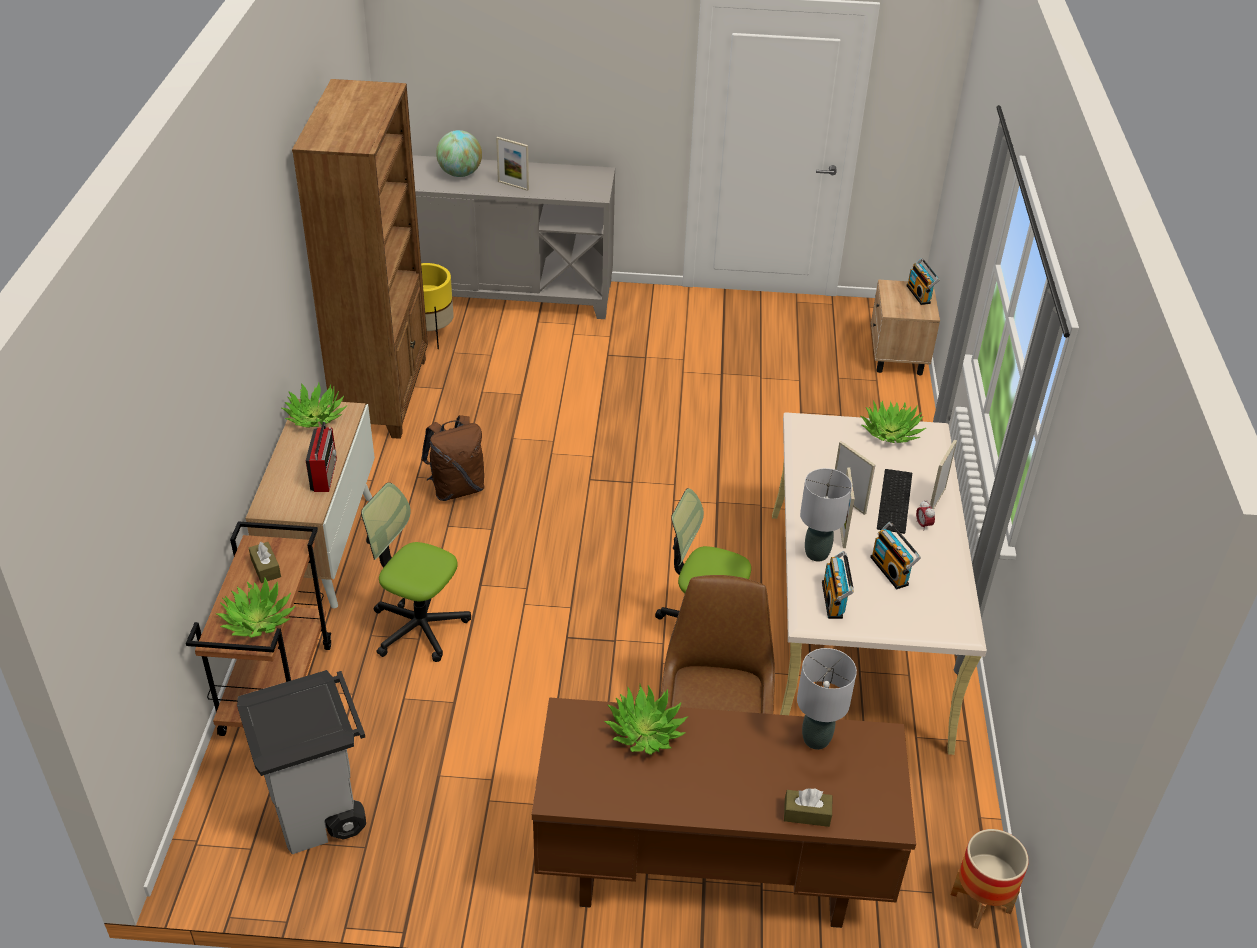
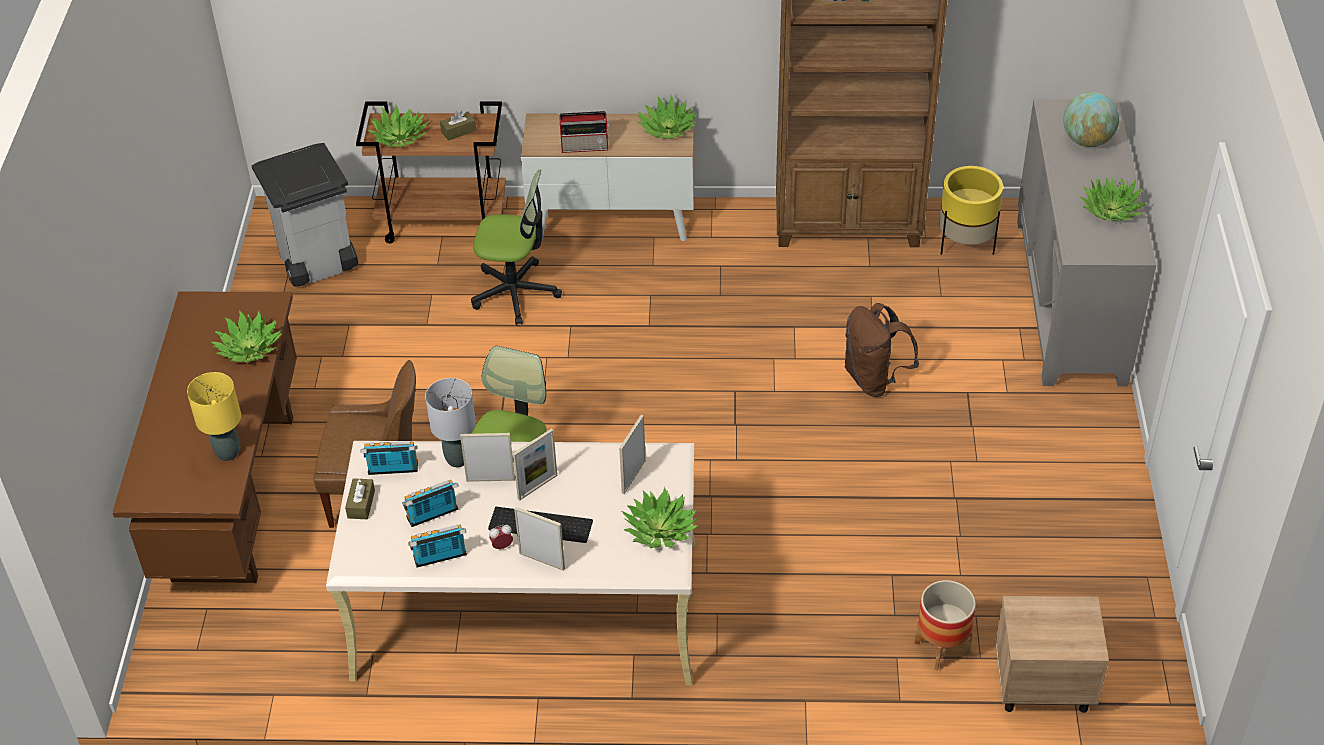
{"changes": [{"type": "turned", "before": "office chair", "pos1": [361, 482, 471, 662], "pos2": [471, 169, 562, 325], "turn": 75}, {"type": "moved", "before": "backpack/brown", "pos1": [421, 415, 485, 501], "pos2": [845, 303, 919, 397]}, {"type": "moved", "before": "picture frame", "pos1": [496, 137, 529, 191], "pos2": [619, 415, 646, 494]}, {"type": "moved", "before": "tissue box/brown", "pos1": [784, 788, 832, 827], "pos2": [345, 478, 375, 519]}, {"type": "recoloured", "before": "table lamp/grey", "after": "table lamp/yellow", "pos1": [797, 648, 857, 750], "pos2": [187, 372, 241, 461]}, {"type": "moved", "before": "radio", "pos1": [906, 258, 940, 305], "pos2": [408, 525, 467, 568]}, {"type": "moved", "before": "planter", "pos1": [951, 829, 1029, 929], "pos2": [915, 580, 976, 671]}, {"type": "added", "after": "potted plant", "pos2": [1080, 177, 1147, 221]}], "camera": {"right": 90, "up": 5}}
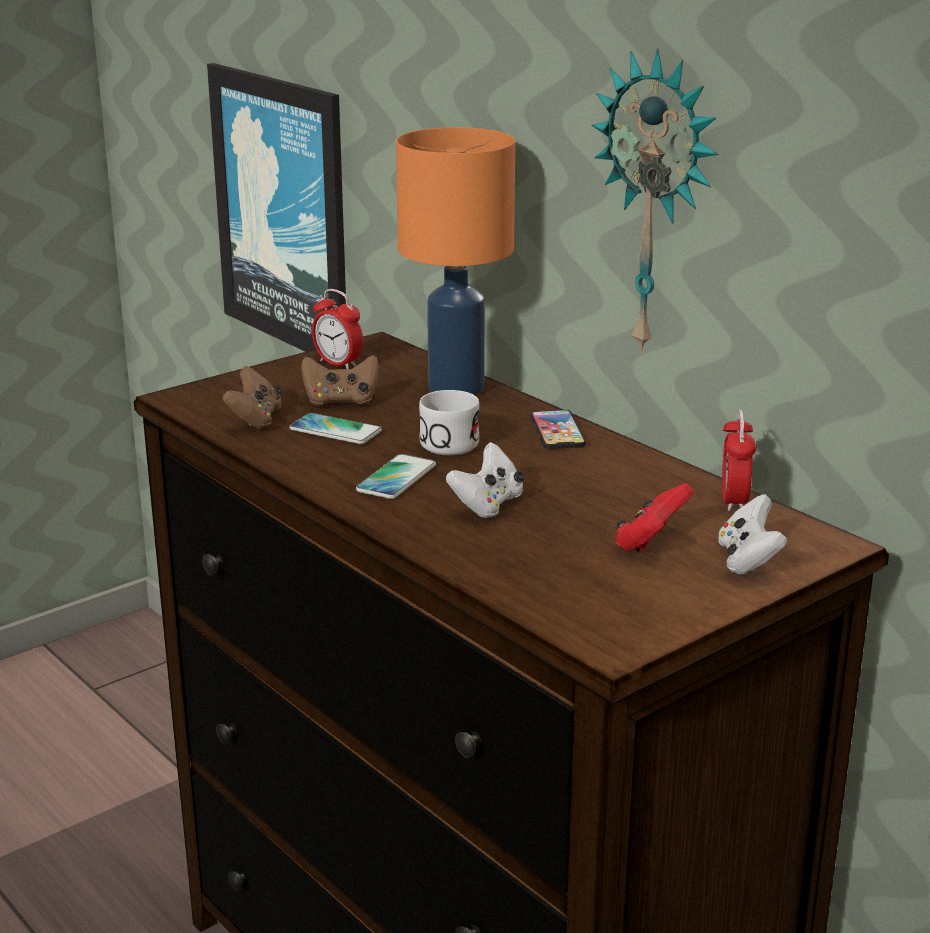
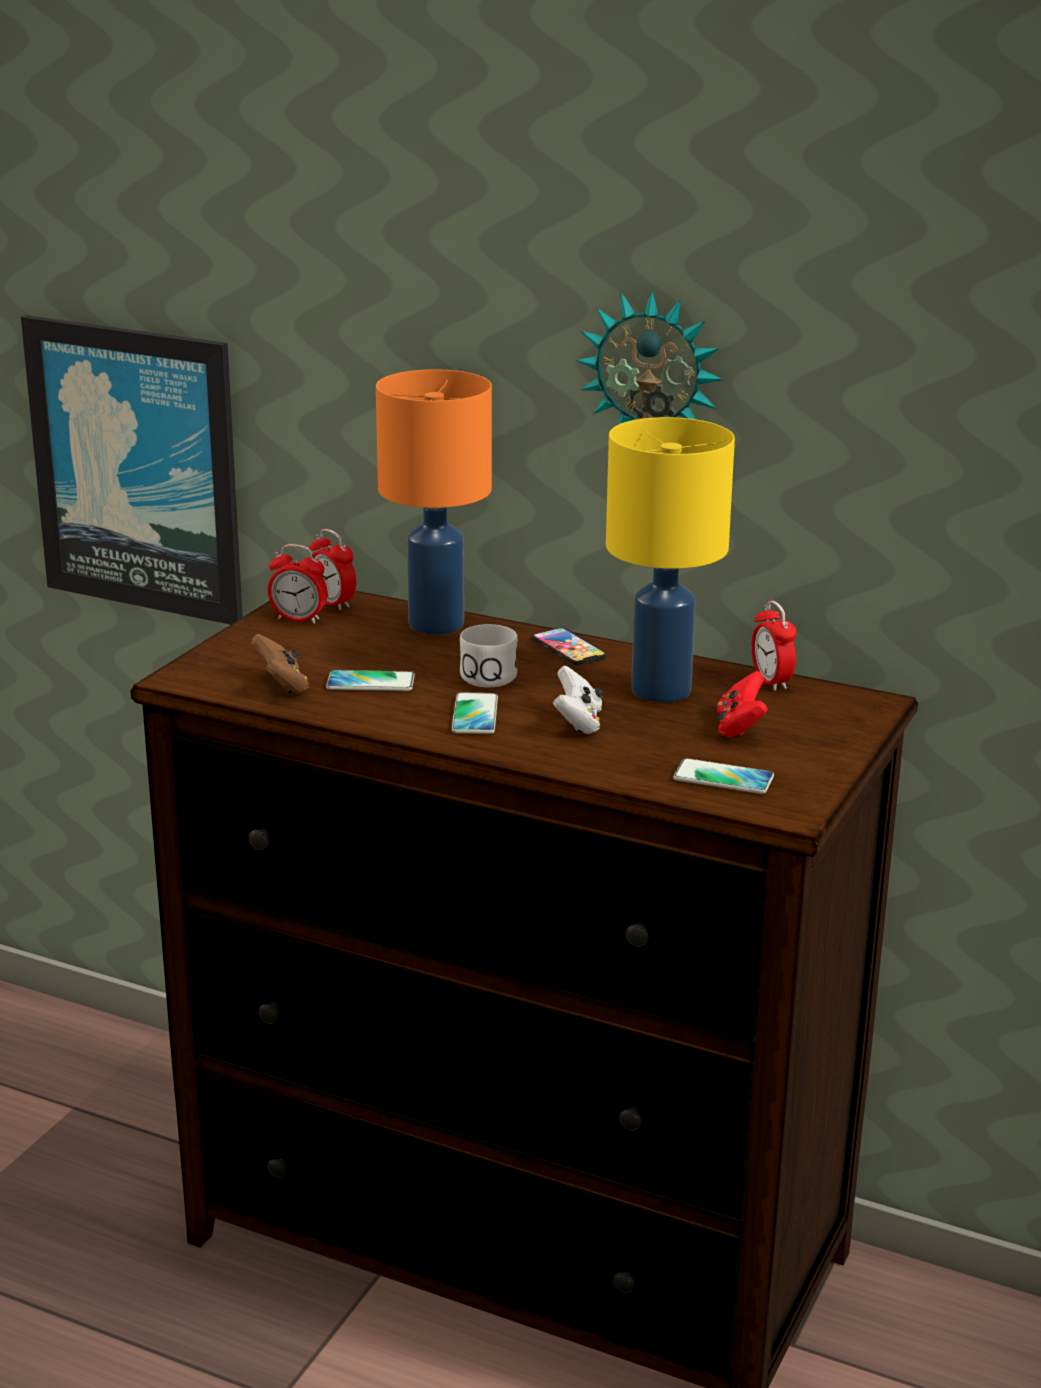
{"changes": [{"type": "removed", "before": "game controller/brown", "pos1": [301, 355, 379, 406]}, {"type": "removed", "before": "game controller/white", "pos1": [719, 494, 787, 574]}, {"type": "added", "after": "alarm clock", "pos2": [309, 529, 356, 610]}, {"type": "added", "after": "table lamp/yellow", "pos2": [606, 417, 735, 702]}, {"type": "added", "after": "phone", "pos2": [673, 758, 774, 794]}], "camera": {"right": -25, "up": 0}}
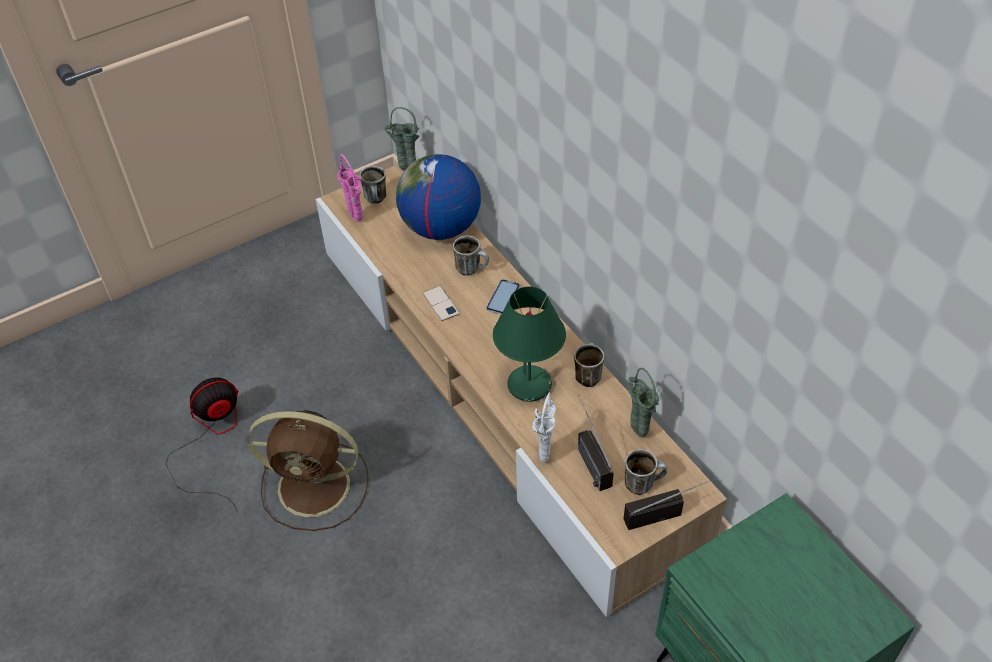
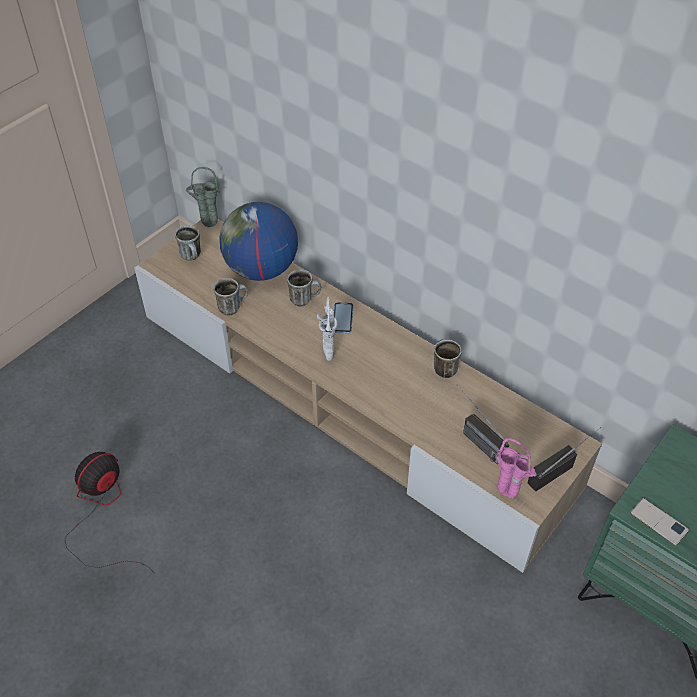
{"changes": [{"type": "removed", "before": "fan/brown", "pos1": [247, 410, 369, 531]}, {"type": "moved", "before": "vase/pink", "pos1": [337, 154, 363, 222], "pos2": [496, 438, 537, 498]}, {"type": "moved", "before": "phone", "pos1": [423, 286, 460, 321], "pos2": [630, 498, 689, 546]}, {"type": "removed", "before": "table lamp/green", "pos1": [493, 286, 566, 402]}, {"type": "moved", "before": "vase/white", "pos1": [532, 393, 556, 463], "pos2": [317, 297, 338, 361]}, {"type": "moved", "before": "mug", "pos1": [625, 449, 667, 495], "pos2": [214, 278, 248, 315]}, {"type": "removed", "before": "vase/green", "pos1": [629, 367, 659, 437]}], "camera": {"right": -20, "up": 0}}
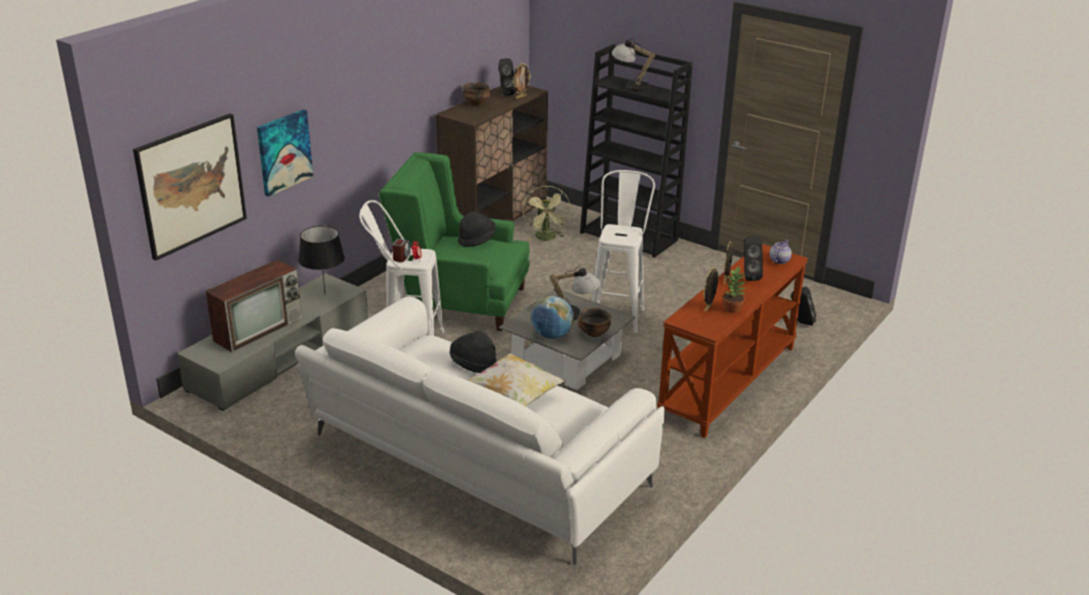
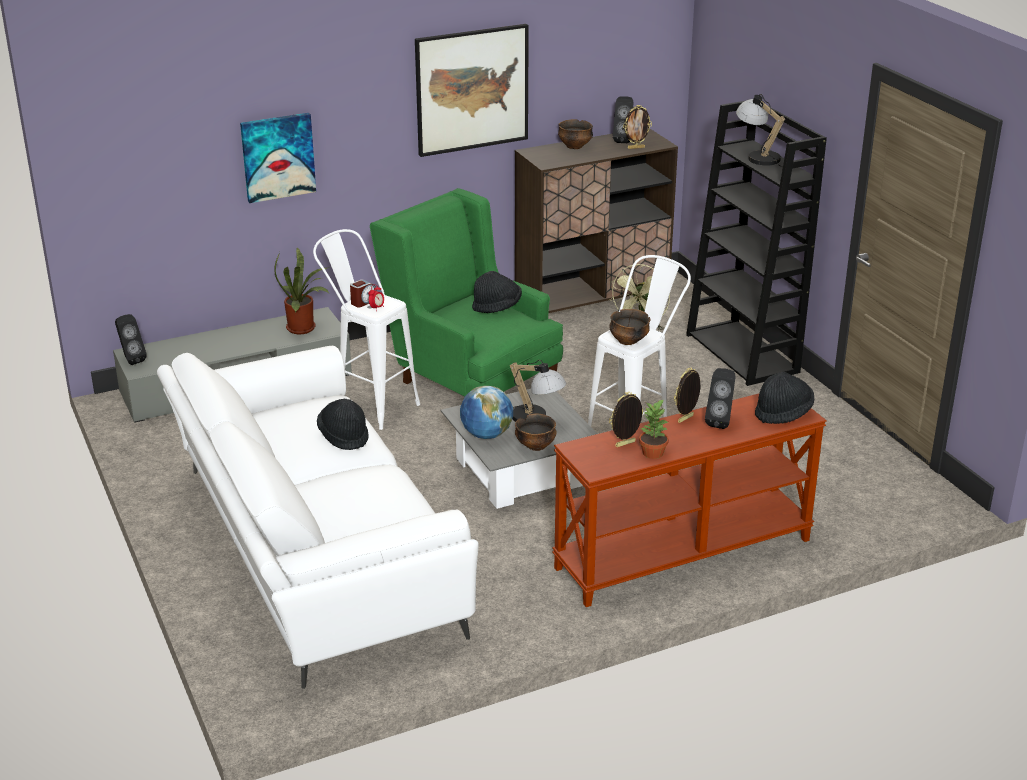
{"changes": [{"type": "moved", "before": "picture", "pos1": [133, 113, 247, 261], "pos2": [415, 24, 529, 157]}, {"type": "removed", "before": "television", "pos1": [205, 259, 302, 352]}, {"type": "replaced", "before": "table lamp/black", "after": "potted plant", "pos1": [299, 226, 345, 292], "pos2": [274, 248, 329, 334]}, {"type": "removed", "before": "pillow", "pos1": [467, 353, 566, 406]}, {"type": "replaced", "before": "teapot", "after": "hat/black", "pos1": [770, 240, 792, 264], "pos2": [755, 371, 814, 424]}, {"type": "moved", "before": "speaker/black", "pos1": [791, 286, 816, 326], "pos2": [115, 314, 147, 365]}, {"type": "added", "after": "bowl", "pos2": [609, 309, 650, 345]}], "camera": {"right": 30, "up": 0}}
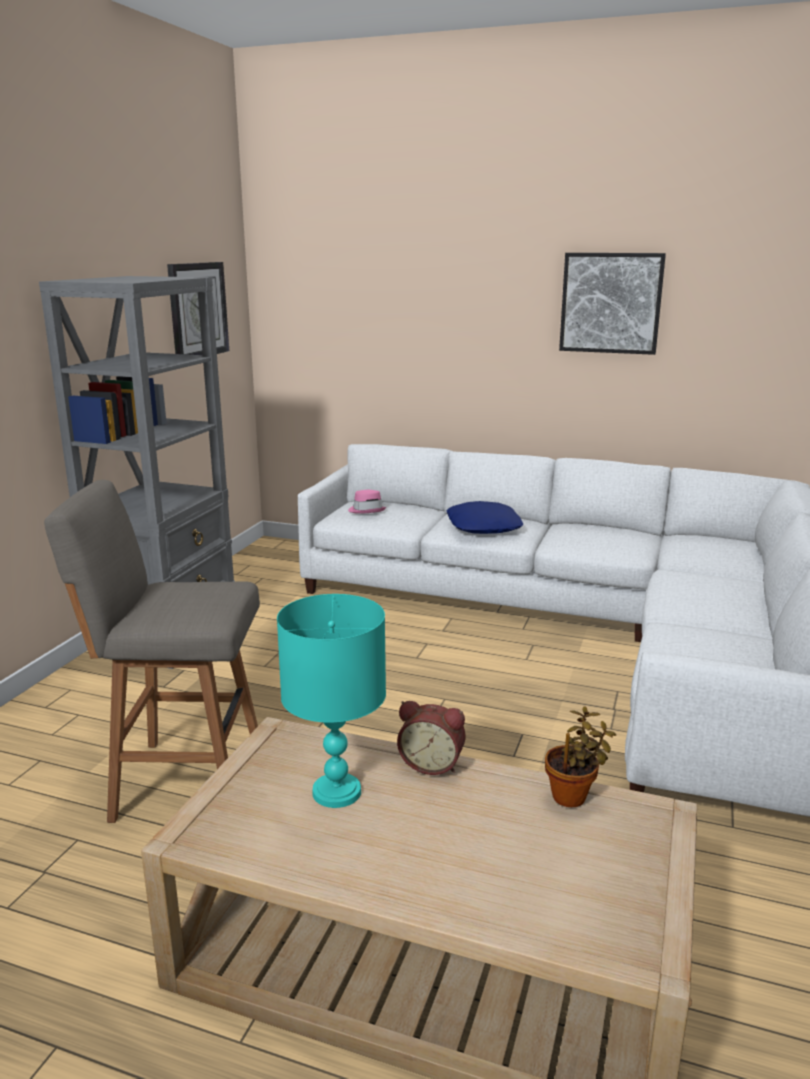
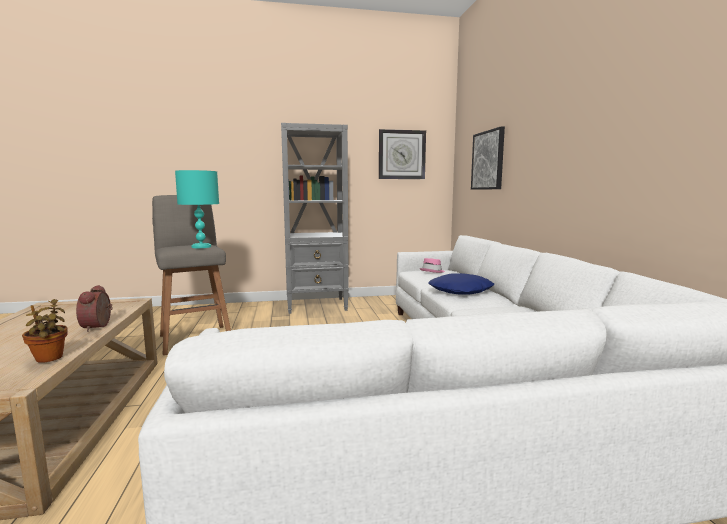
{"changes": [{"type": "moved", "before": "table lamp/turquoise", "pos1": [277, 594, 386, 808], "pos2": [175, 170, 219, 248]}, {"type": "moved", "before": "picture", "pos1": [559, 253, 666, 355], "pos2": [471, 127, 505, 190]}], "camera": {"right": 60, "up": -10}}
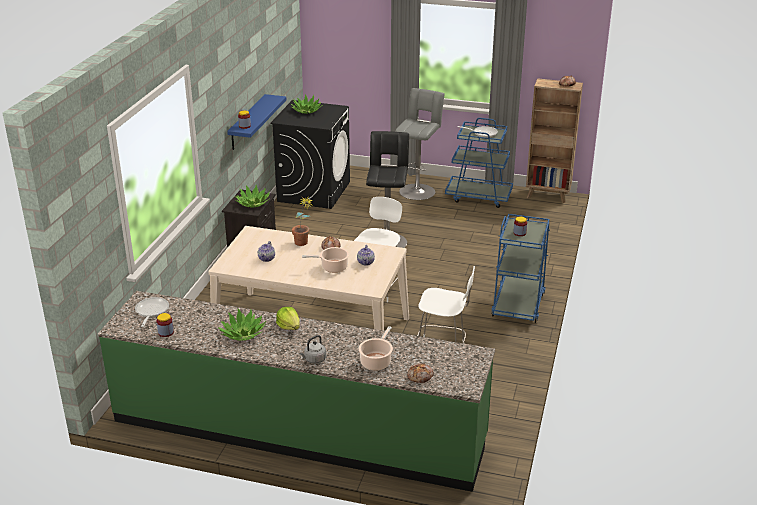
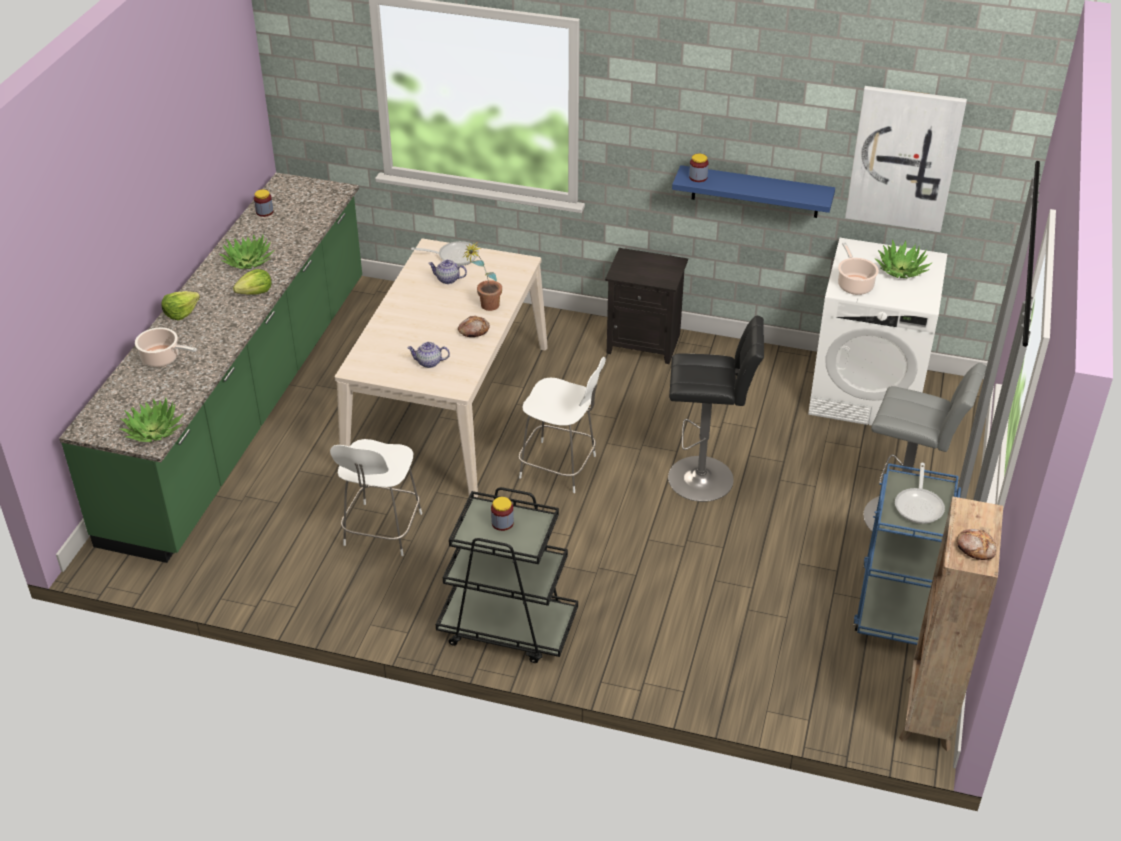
{"changes": [{"type": "moved", "before": "frying pan", "pos1": [135, 297, 169, 327], "pos2": [411, 241, 479, 266]}, {"type": "moved", "before": "potted plant", "pos1": [235, 185, 270, 208], "pos2": [120, 397, 184, 442]}, {"type": "recoloured", "before": "washing machine/black", "after": "washing machine/white", "pos1": [270, 100, 350, 209], "pos2": [808, 238, 947, 426]}, {"type": "replaced", "before": "kettle/grey", "after": "lettuce", "pos1": [299, 335, 327, 364], "pos2": [162, 291, 200, 320]}, {"type": "moved", "before": "cooking pot", "pos1": [302, 247, 349, 273], "pos2": [838, 242, 879, 295]}, {"type": "removed", "before": "bread", "pos1": [407, 363, 434, 383]}, {"type": "recoloured", "before": "cart/blue", "after": "cart/black", "pos1": [491, 214, 550, 323], "pos2": [436, 487, 578, 663]}, {"type": "added", "after": "picture", "pos2": [845, 86, 967, 232]}], "camera": {"right": 90, "up": 10}}
